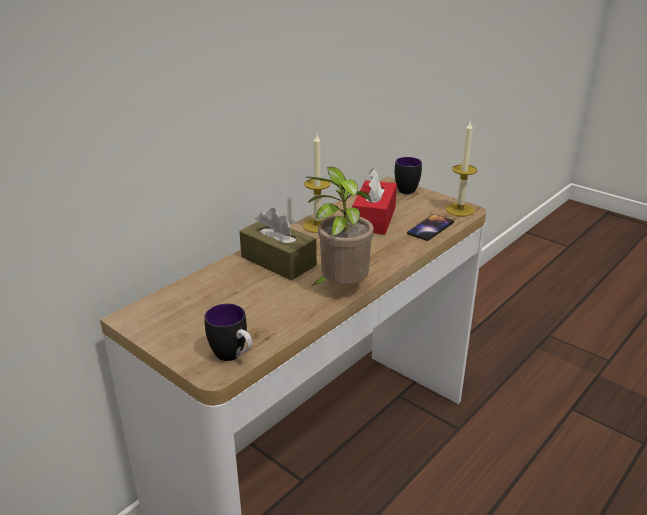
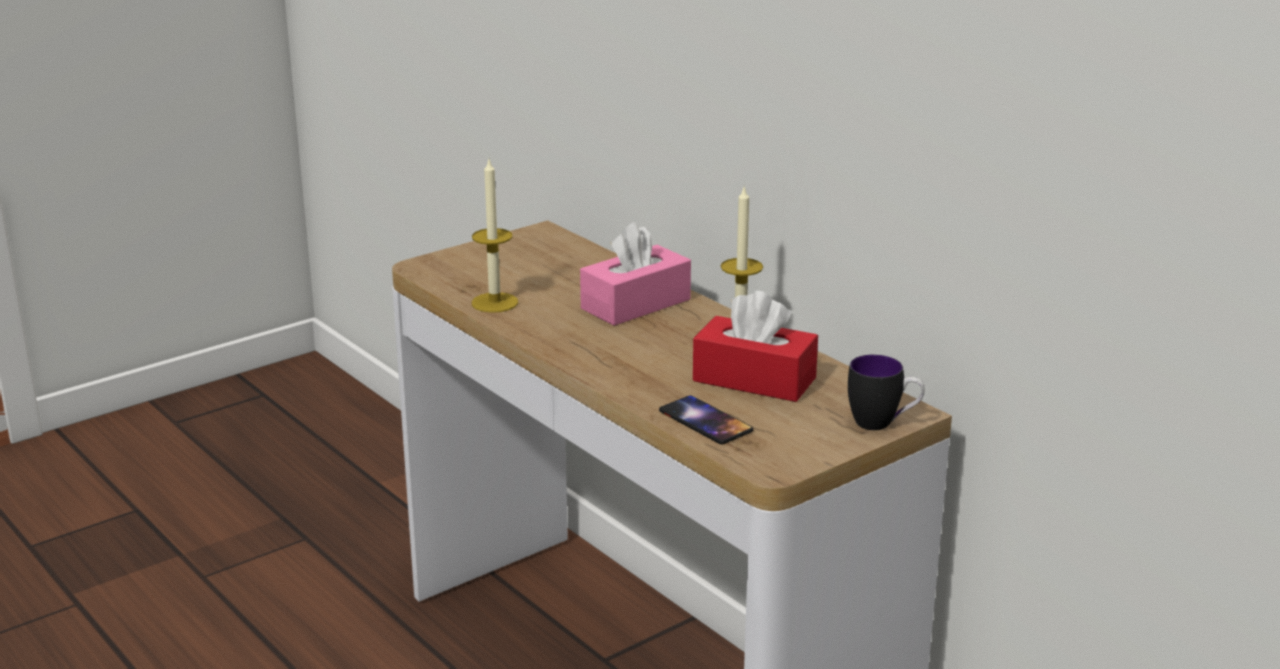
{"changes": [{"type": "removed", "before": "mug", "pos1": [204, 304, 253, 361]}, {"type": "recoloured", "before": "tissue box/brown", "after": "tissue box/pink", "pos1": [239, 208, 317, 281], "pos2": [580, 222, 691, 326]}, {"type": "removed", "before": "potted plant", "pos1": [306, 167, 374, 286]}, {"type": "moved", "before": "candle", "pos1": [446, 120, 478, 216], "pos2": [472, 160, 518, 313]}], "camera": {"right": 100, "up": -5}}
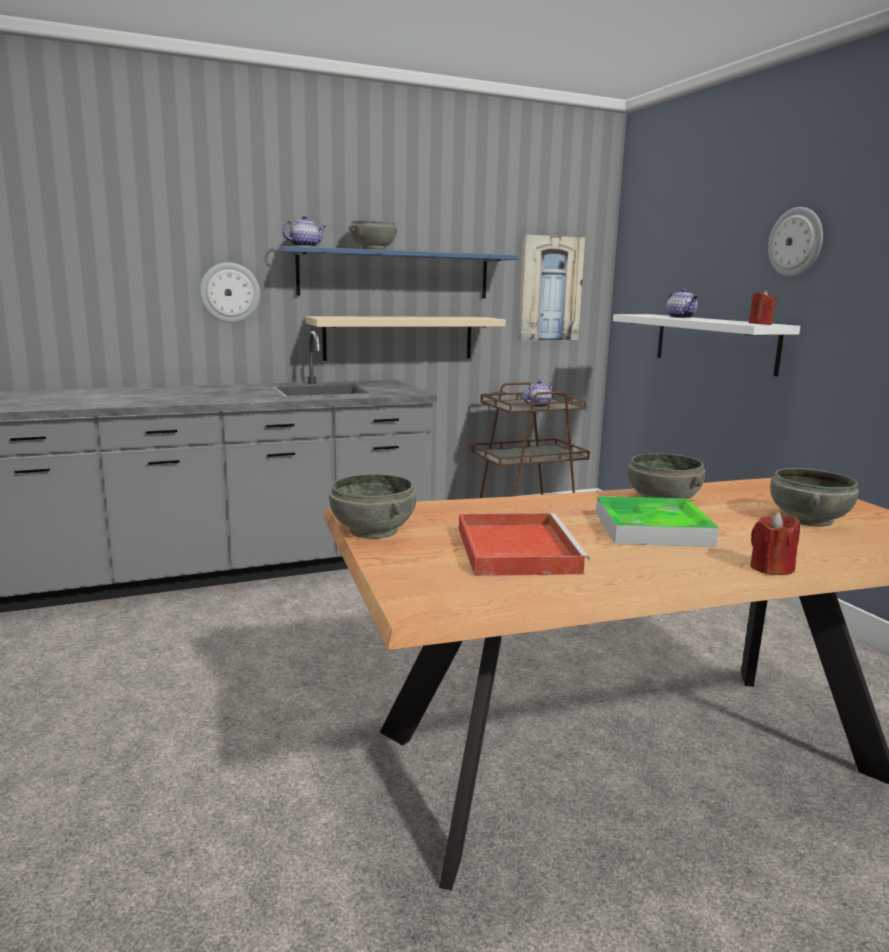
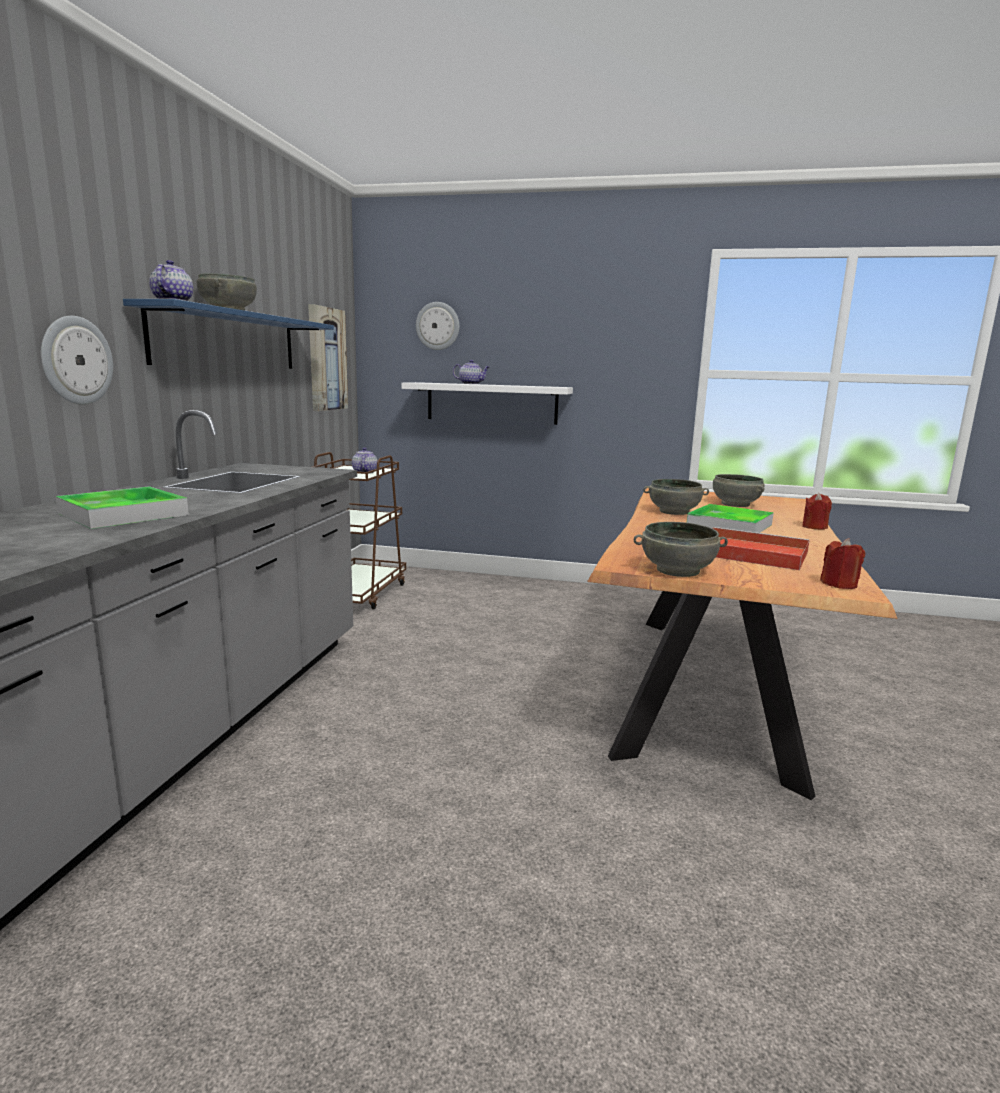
{"changes": [{"type": "removed", "before": "shelf/beige", "pos1": [305, 316, 506, 361]}, {"type": "moved", "before": "candle/red", "pos1": [749, 290, 776, 325], "pos2": [820, 538, 865, 589]}, {"type": "moved", "before": "wall clock", "pos1": [768, 207, 823, 277], "pos2": [416, 302, 459, 350]}, {"type": "added", "after": "tray", "pos2": [56, 486, 189, 529]}], "camera": {"right": -55, "up": 0}}
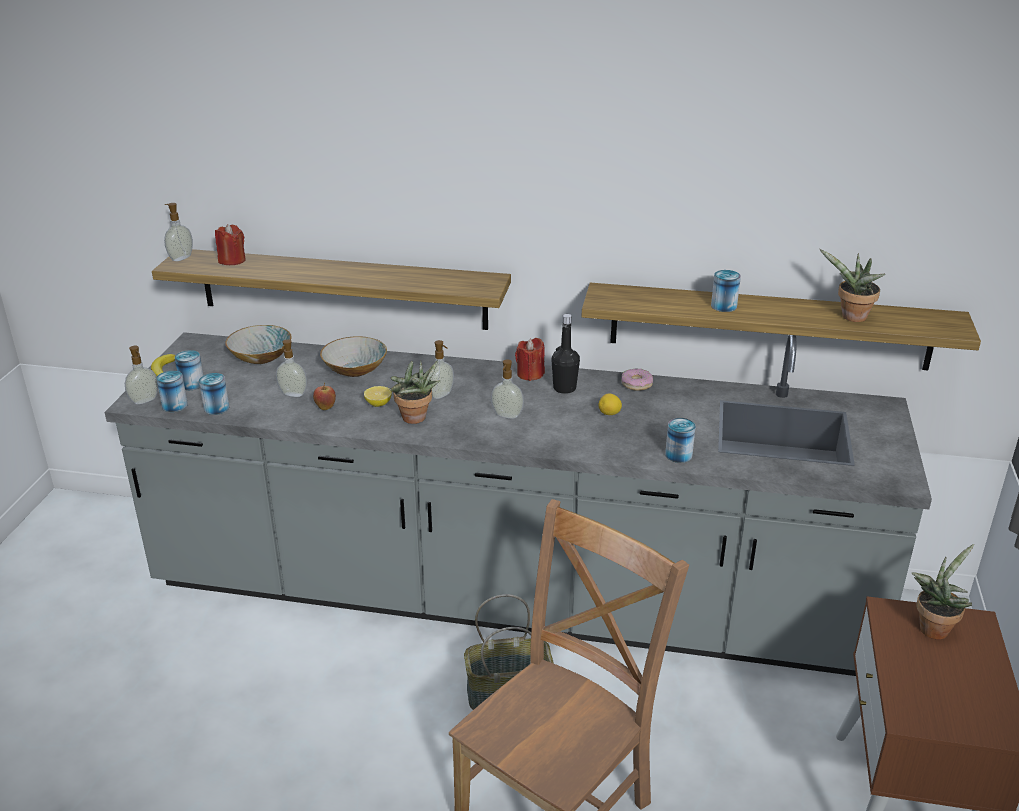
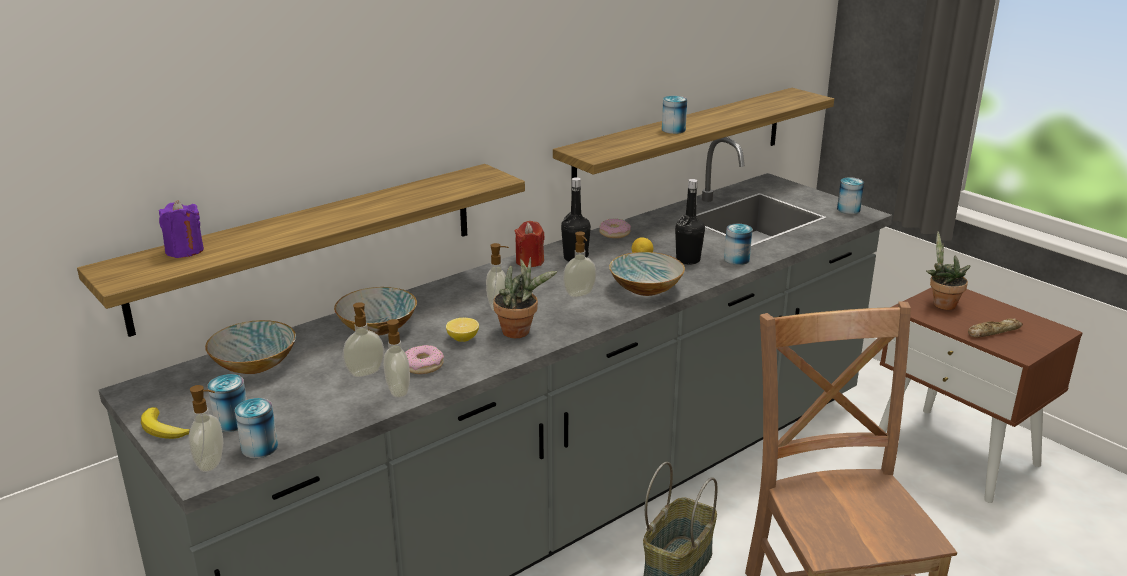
{"changes": [{"type": "moved", "before": "soap dispenser", "pos1": [164, 203, 193, 261], "pos2": [378, 319, 410, 398]}, {"type": "moved", "before": "can", "pos1": [199, 373, 229, 415], "pos2": [837, 177, 864, 214]}, {"type": "recoloured", "before": "candle/red", "after": "candle/purple", "pos1": [215, 224, 246, 265], "pos2": [159, 200, 204, 258]}, {"type": "replaced", "before": "apple", "after": "donut", "pos1": [313, 383, 336, 410], "pos2": [405, 345, 444, 374]}, {"type": "removed", "before": "potted plant", "pos1": [820, 249, 885, 322]}, {"type": "added", "after": "bowl", "pos2": [609, 252, 685, 296]}, {"type": "added", "after": "bottle/black", "pos2": [675, 179, 705, 265]}, {"type": "added", "after": "bread", "pos2": [968, 318, 1023, 338]}], "camera": {"right": -50, "up": -5}}
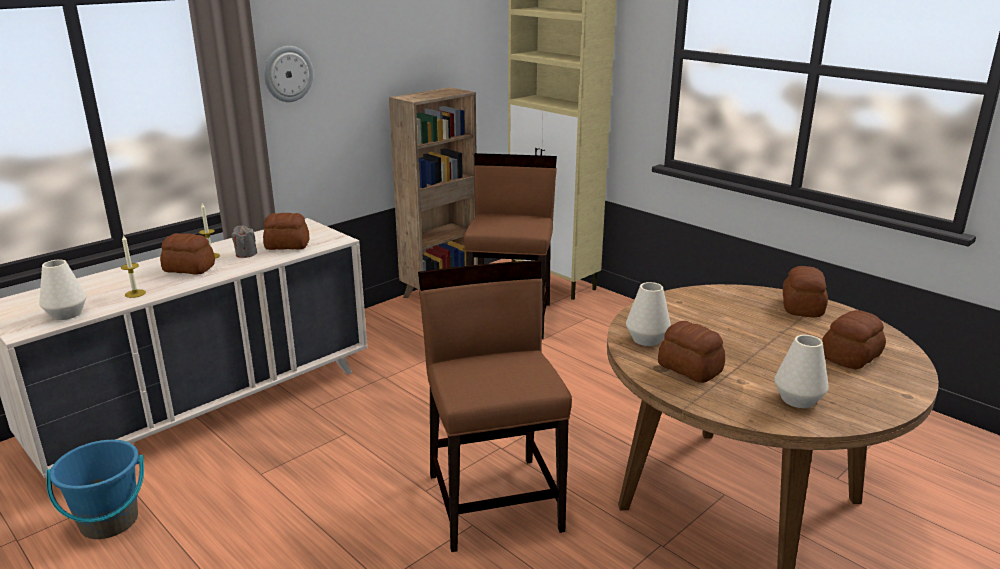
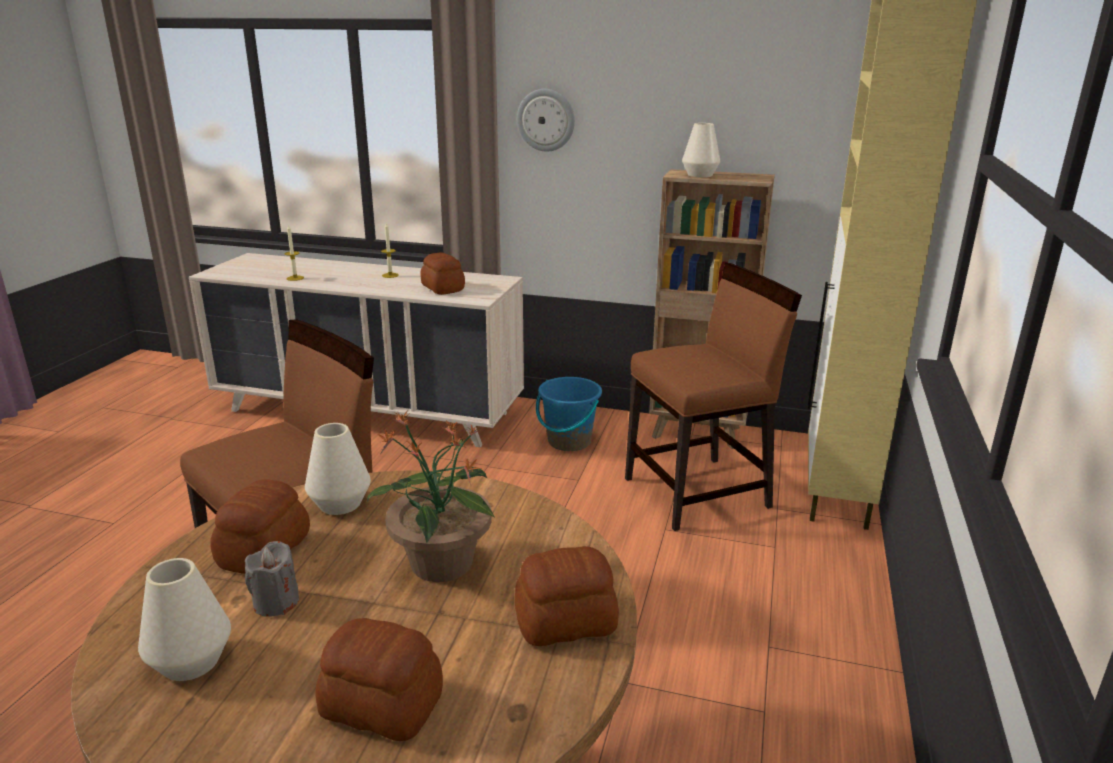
{"changes": [{"type": "moved", "before": "vase/white", "pos1": [39, 259, 87, 320], "pos2": [682, 123, 720, 178]}, {"type": "moved", "before": "bucket/blue", "pos1": [46, 440, 144, 539], "pos2": [536, 377, 602, 451]}, {"type": "removed", "before": "bread", "pos1": [160, 233, 215, 275]}, {"type": "moved", "before": "candle/grey", "pos1": [231, 225, 257, 258], "pos2": [245, 541, 299, 617]}, {"type": "added", "after": "potted plant", "pos2": [366, 411, 495, 582]}], "camera": {"right": 60, "up": 0}}
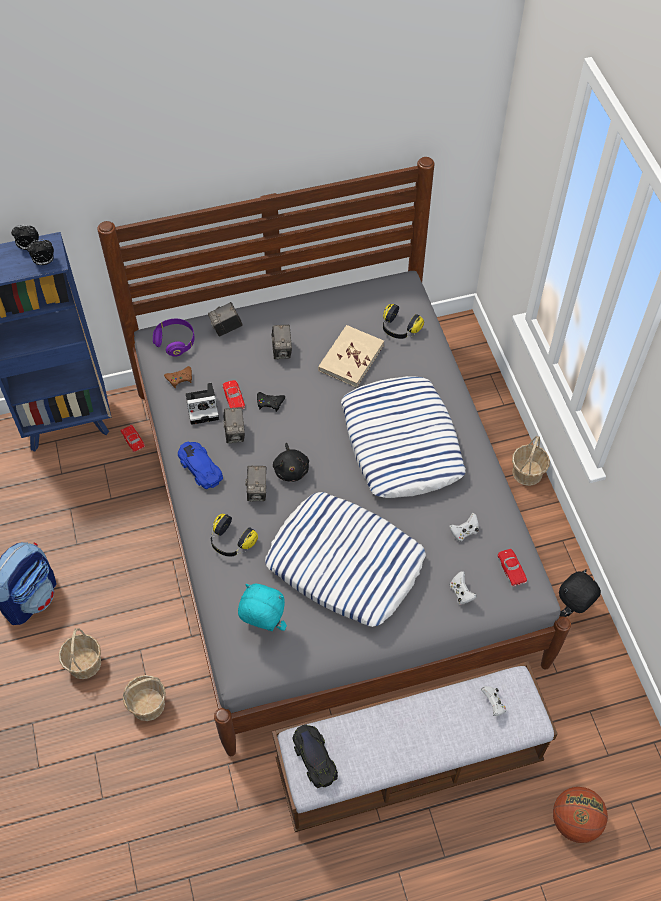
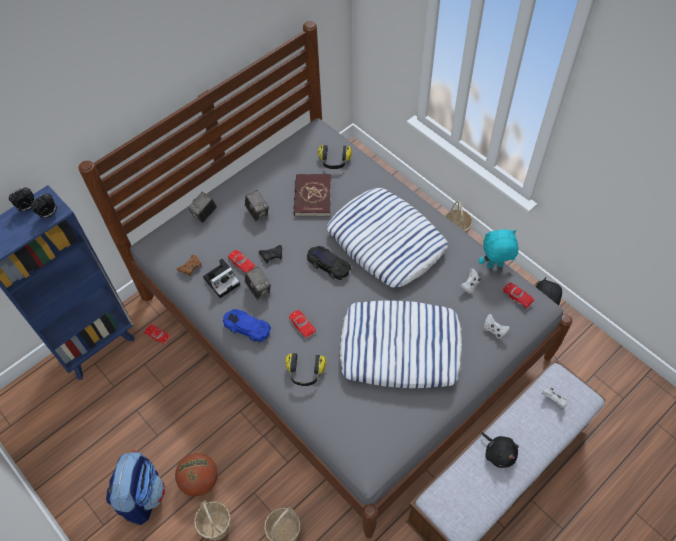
{"changes": [{"type": "removed", "before": "headphones/purple", "pos1": [153, 319, 194, 357]}, {"type": "moved", "before": "plush toy/turquoise", "pos1": [238, 584, 287, 631], "pos2": [479, 229, 518, 268]}, {"type": "replaced", "before": "photo camera", "after": "toy car/red", "pos1": [245, 466, 267, 502], "pos2": [289, 310, 316, 339]}, {"type": "moved", "before": "plush toy/black", "pos1": [273, 443, 309, 482], "pos2": [481, 432, 519, 468]}, {"type": "moved", "before": "toy car/black", "pos1": [293, 724, 338, 788], "pos2": [307, 246, 351, 280]}, {"type": "recoloured", "before": "book/beige", "after": "book/red", "pos1": [318, 325, 384, 388], "pos2": [294, 174, 331, 216]}, {"type": "moved", "before": "basketball", "pos1": [553, 787, 608, 843], "pos2": [175, 453, 218, 496]}], "camera": {"right": -25, "up": 0}}
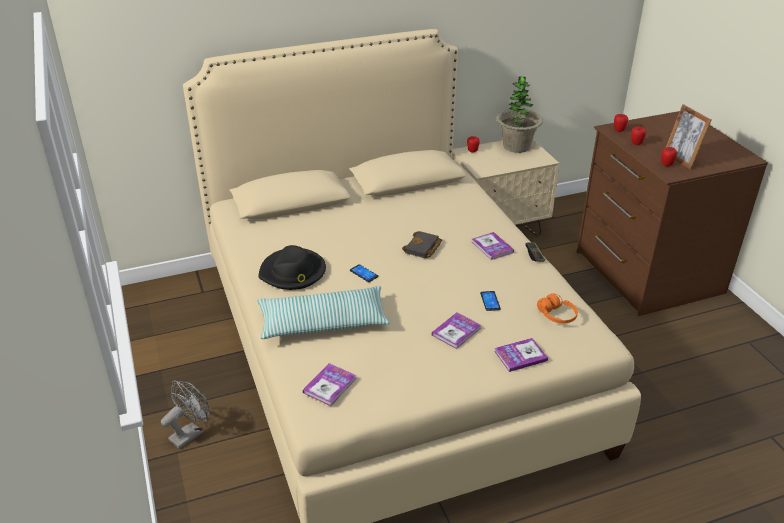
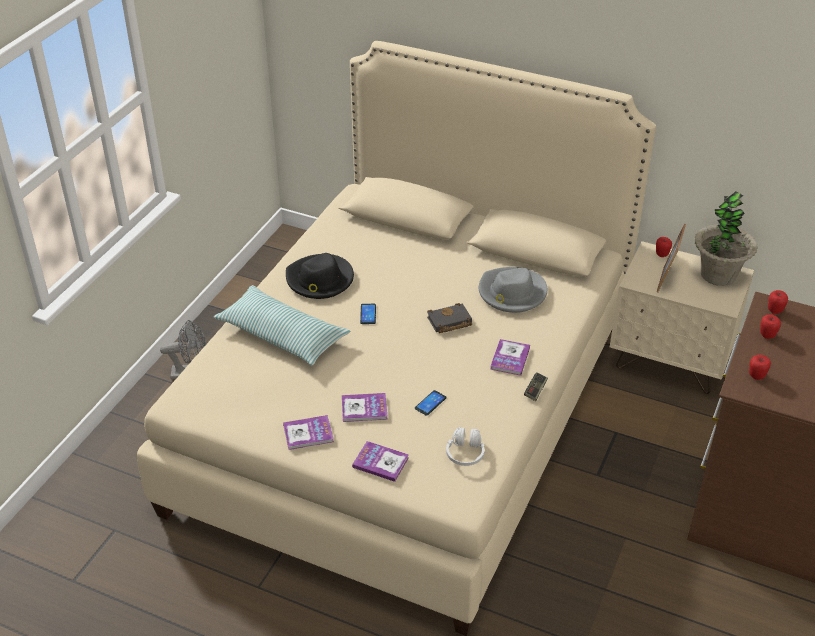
{"changes": [{"type": "moved", "before": "book", "pos1": [303, 363, 356, 406], "pos2": [283, 415, 334, 450]}, {"type": "recoloured", "before": "headphones/orange", "after": "headphones/white", "pos1": [537, 293, 578, 323], "pos2": [446, 427, 485, 466]}, {"type": "moved", "before": "picture frame", "pos1": [666, 104, 711, 170], "pos2": [657, 224, 686, 292]}, {"type": "added", "after": "hat/grey", "pos2": [479, 267, 547, 313]}], "camera": {"right": 45, "up": 5}}
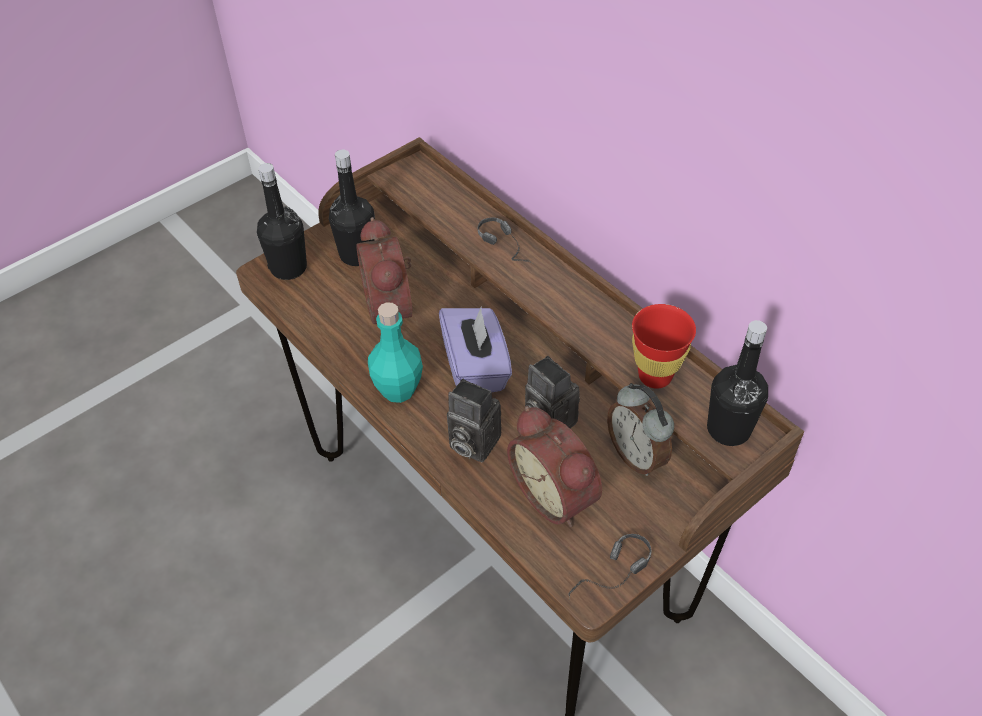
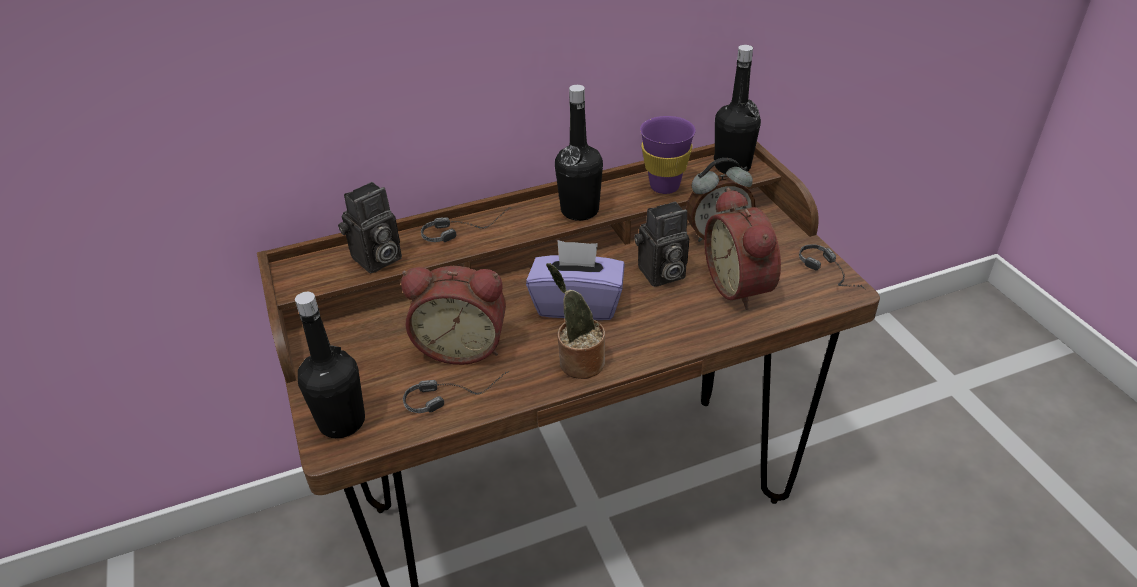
{"changes": [{"type": "moved", "before": "bottle/black", "pos1": [329, 150, 375, 266], "pos2": [555, 85, 603, 221]}, {"type": "replaced", "before": "bottle/turquoise", "after": "potted plant", "pos1": [368, 302, 423, 403], "pos2": [546, 263, 605, 379]}, {"type": "moved", "before": "photo camera", "pos1": [447, 379, 501, 462], "pos2": [338, 182, 402, 274]}, {"type": "turned", "before": "alarm clock", "pos1": [507, 406, 602, 527], "pos2": [704, 188, 781, 310], "turn": 90}, {"type": "recoloured", "before": "cup/red", "after": "cup/purple", "pos1": [632, 304, 696, 388], "pos2": [640, 116, 695, 194]}, {"type": "added", "after": "headphones", "pos2": [403, 371, 510, 413]}], "camera": {"right": -70, "up": -10}}
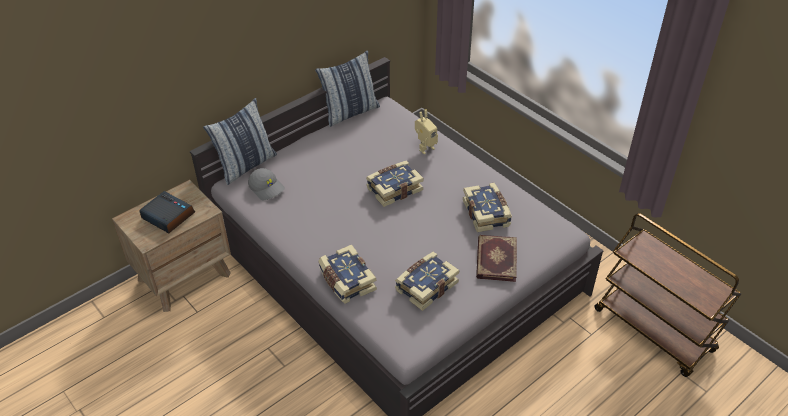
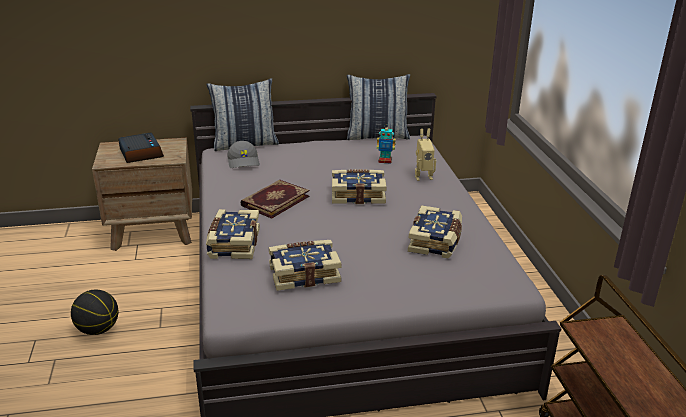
{"changes": [{"type": "moved", "before": "book", "pos1": [476, 235, 517, 282], "pos2": [241, 180, 309, 219]}, {"type": "added", "after": "basketball", "pos2": [71, 290, 118, 335]}, {"type": "added", "after": "toy robot", "pos2": [377, 124, 396, 164]}], "camera": {"right": 30, "up": -15}}
